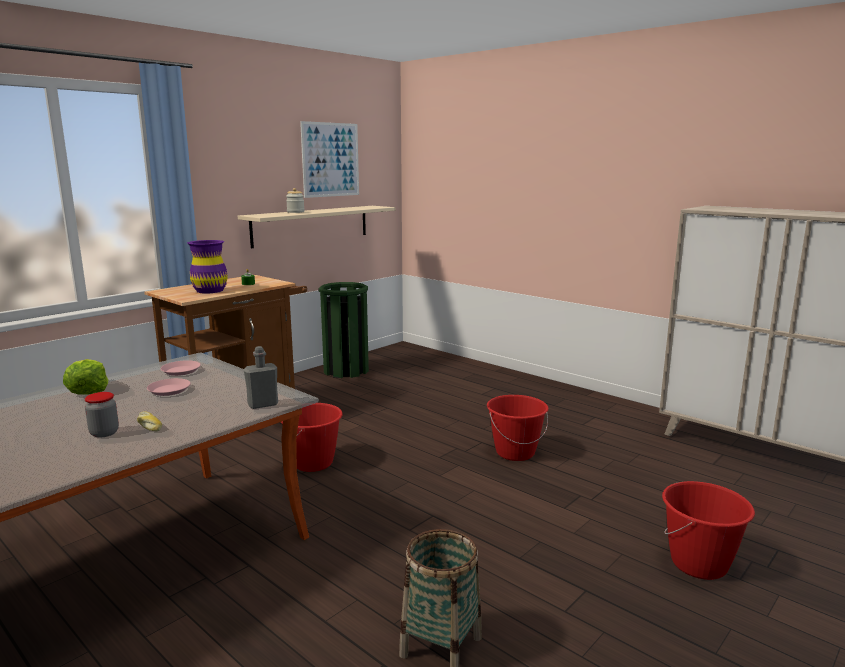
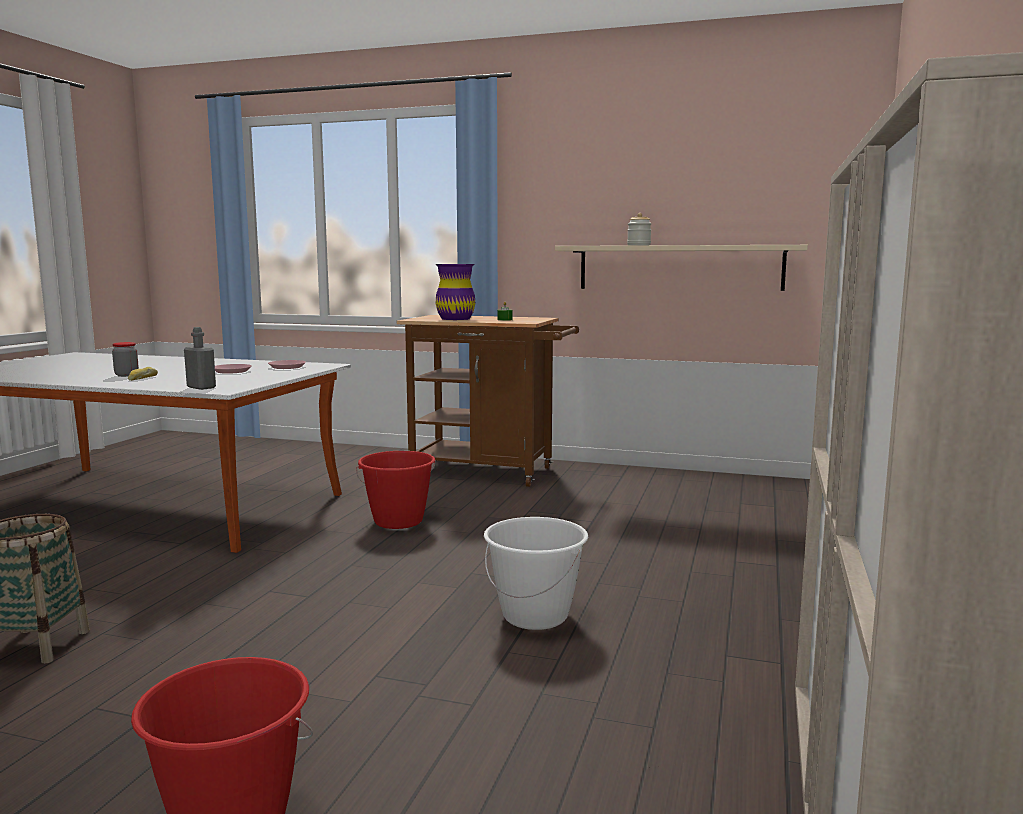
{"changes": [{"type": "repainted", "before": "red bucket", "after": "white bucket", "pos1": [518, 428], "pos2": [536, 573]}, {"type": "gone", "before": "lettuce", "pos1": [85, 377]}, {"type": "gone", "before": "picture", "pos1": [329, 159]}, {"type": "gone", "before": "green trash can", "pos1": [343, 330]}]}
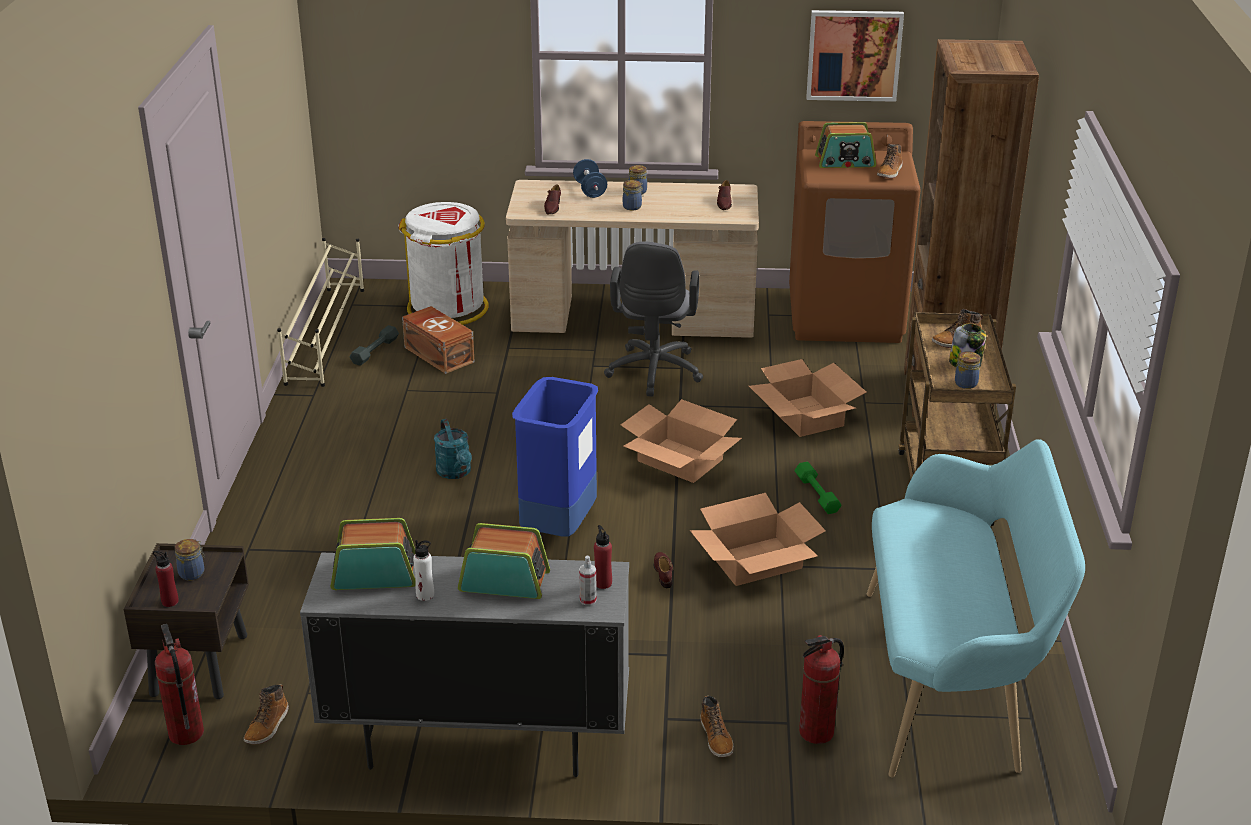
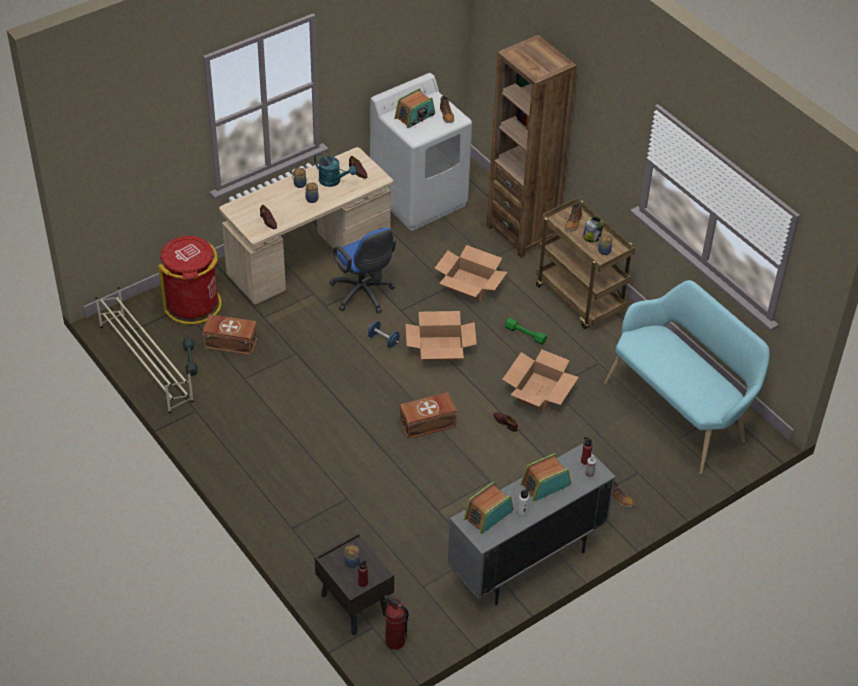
{"changes": [{"type": "repainted", "before": "white trash can", "after": "red trash can", "pos1": [443, 263], "pos2": [190, 280]}, {"type": "shifted", "before": "turquoise watering can", "pos1": [453, 449], "pos2": [335, 170]}, {"type": "repainted", "before": "grey office chair", "after": "blue office chair", "pos1": [653, 319], "pos2": [363, 270]}, {"type": "shifted", "before": "blue dumbbell", "pos1": [590, 178], "pos2": [384, 334]}, {"type": "repainted", "before": "brown washing machine", "after": "white washing machine", "pos1": [855, 232], "pos2": [421, 152]}, {"type": "swapped", "before": "blue trash can", "after": "brown storage box", "pos1": [555, 457], "pos2": [428, 415]}, {"type": "gone", "before": "boot", "pos1": [266, 714]}, {"type": "gone", "before": "fire extinguisher", "pos1": [821, 689]}, {"type": "gone", "before": "picture", "pos1": [855, 56]}]}
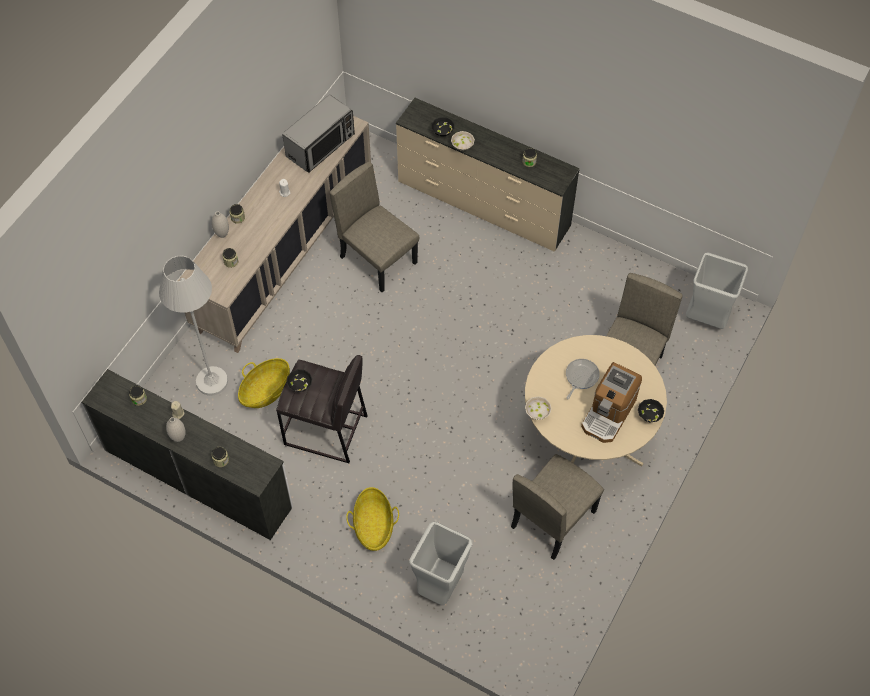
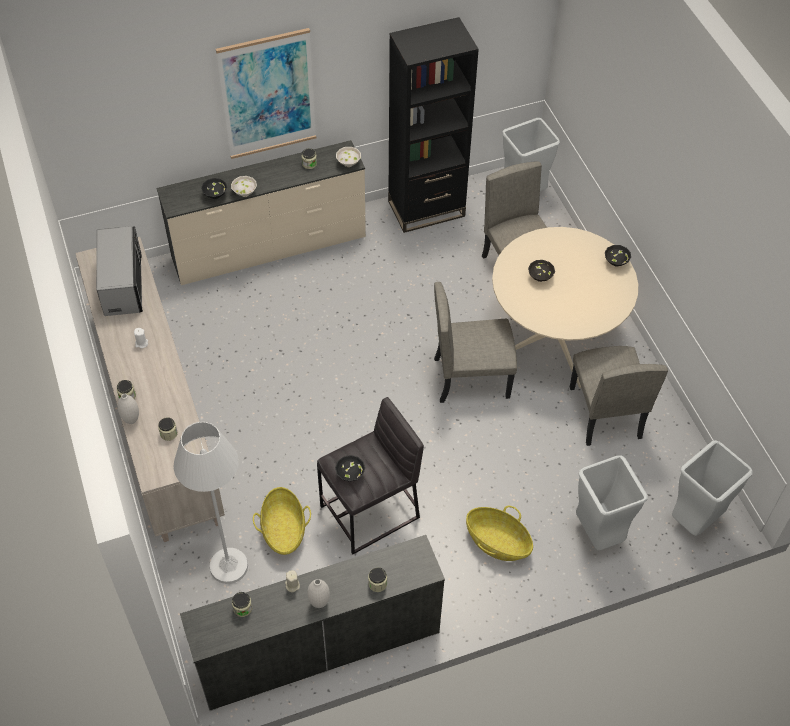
{"changes": [{"type": "new", "after": "picture", "pos2": [266, 93]}, {"type": "shifted", "before": "white bowl", "pos1": [538, 408], "pos2": [348, 157]}, {"type": "new", "after": "black bookcase", "pos2": [433, 125]}, {"type": "shifted", "before": "beige chair", "pos1": [374, 227], "pos2": [475, 342]}, {"type": "swapped", "before": "frying pan", "after": "black bowl", "pos1": [583, 379], "pos2": [541, 271]}, {"type": "new", "after": "grey trash can", "pos2": [712, 488]}, {"type": "gone", "before": "coffee machine", "pos1": [611, 402]}]}
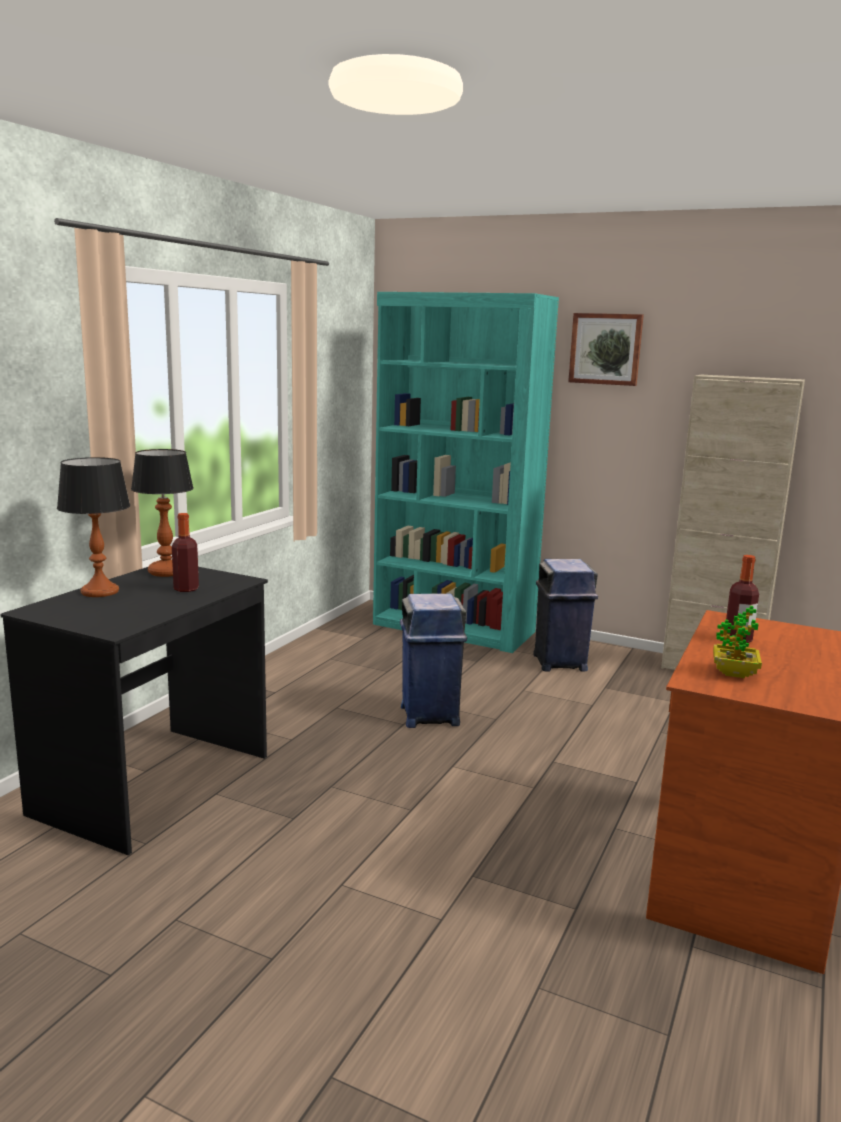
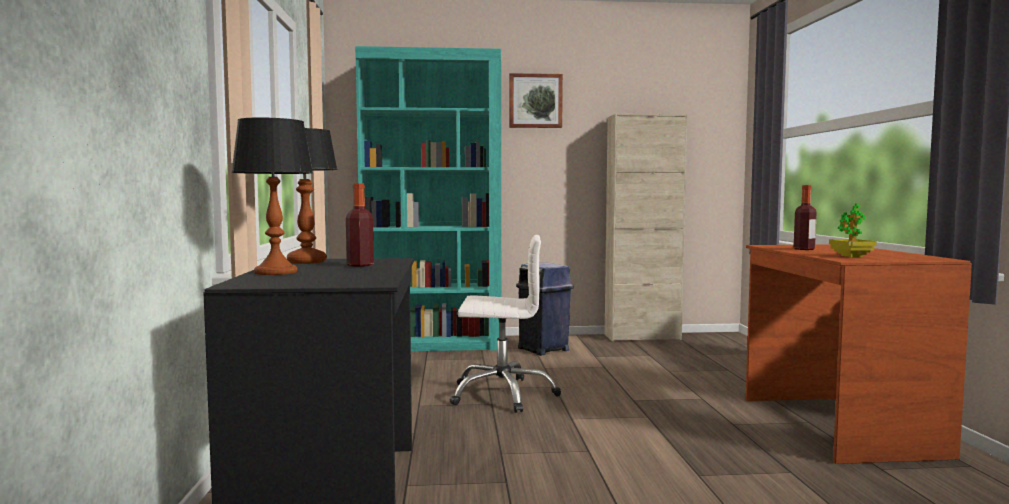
{"changes": [{"type": "swapped", "before": "blue trash can", "after": "white office chair", "pos1": [433, 661], "pos2": [505, 324]}]}
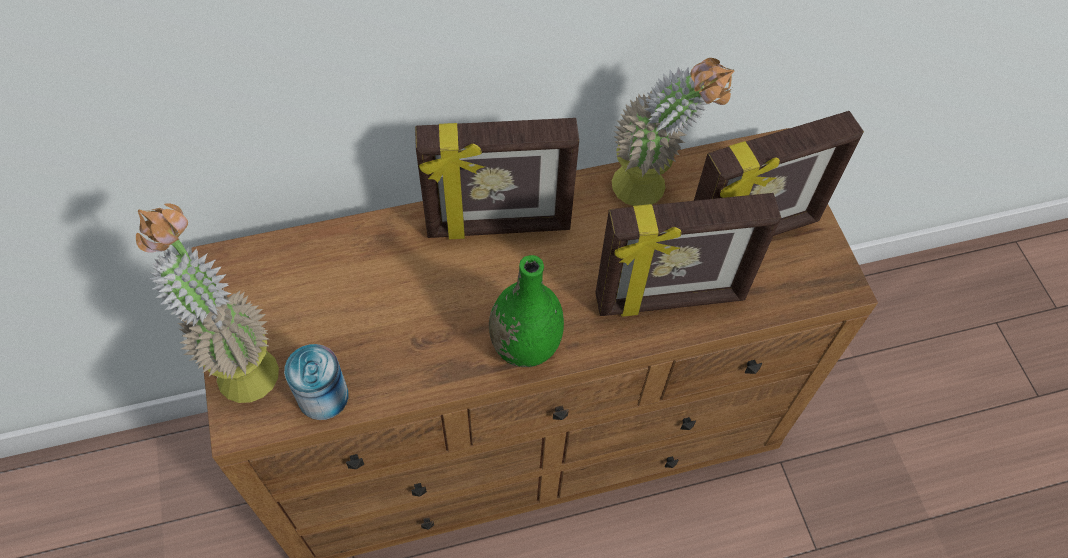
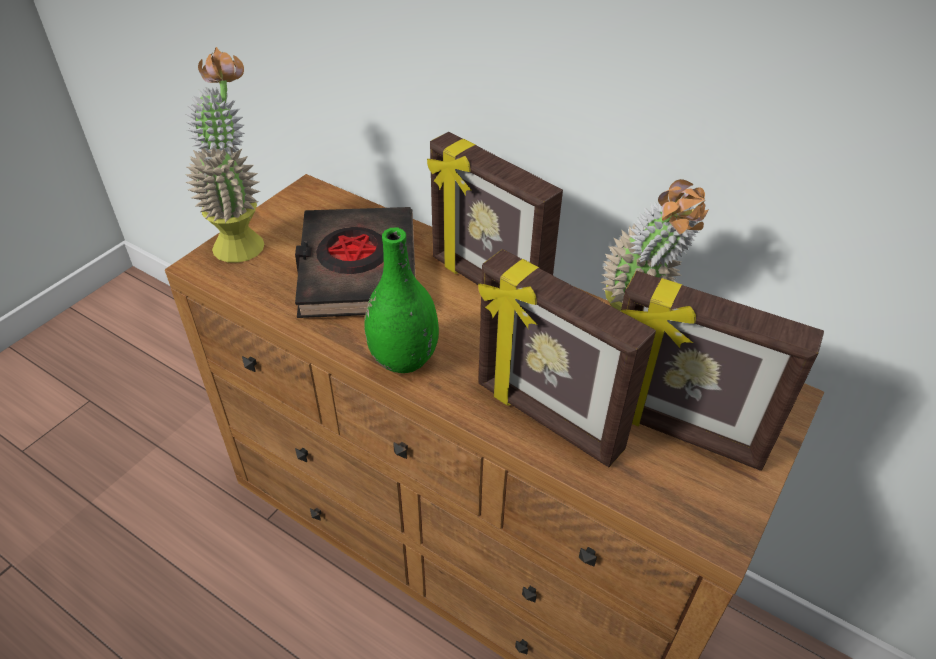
{"changes": [{"type": "new", "after": "black book", "pos2": [355, 262]}, {"type": "gone", "before": "can", "pos1": [316, 382]}]}
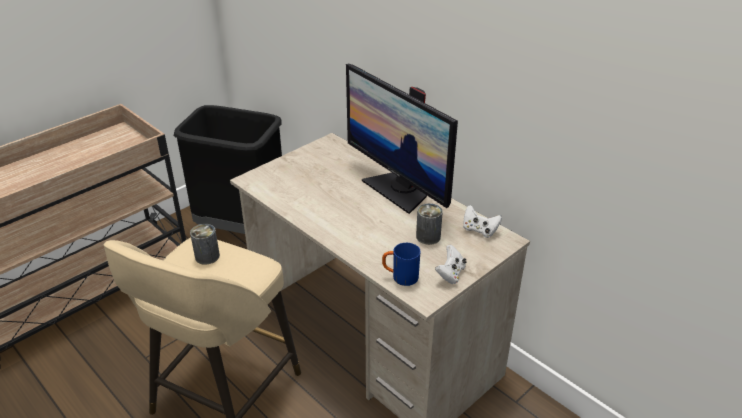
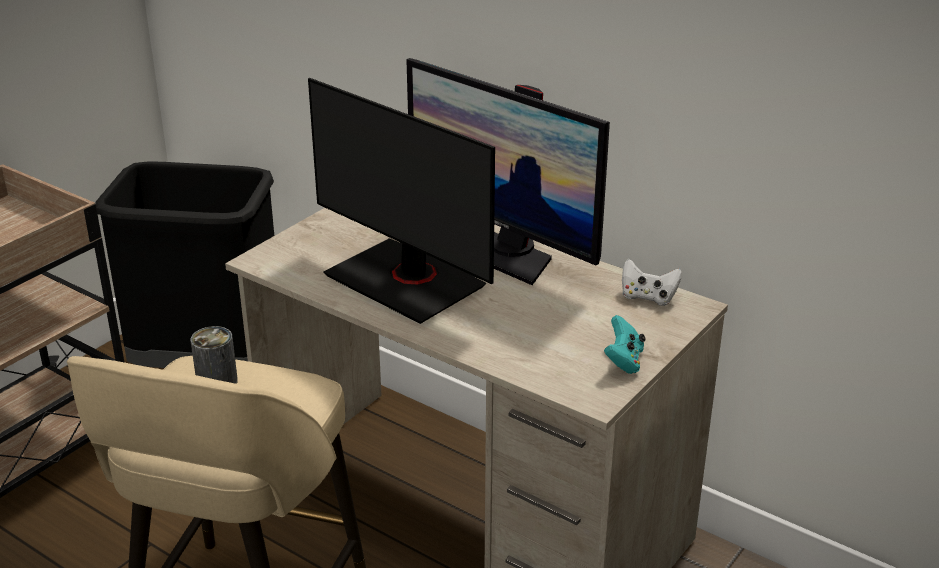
{"changes": [{"type": "new", "after": "monitor", "pos2": [401, 201]}, {"type": "repainted", "before": "white game controller", "after": "turquoise game controller", "pos1": [451, 264], "pos2": [625, 344]}, {"type": "gone", "before": "blue mug", "pos1": [401, 264]}, {"type": "gone", "before": "can", "pos1": [429, 224]}]}
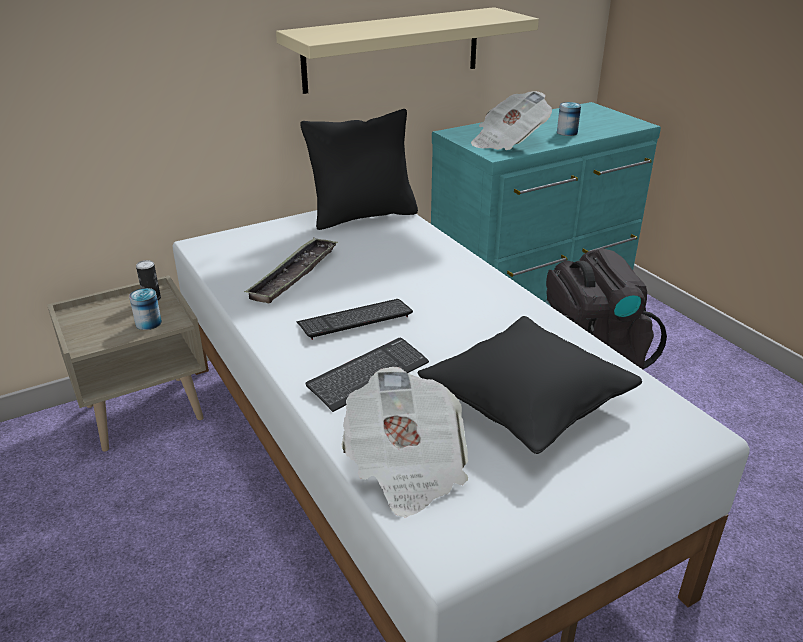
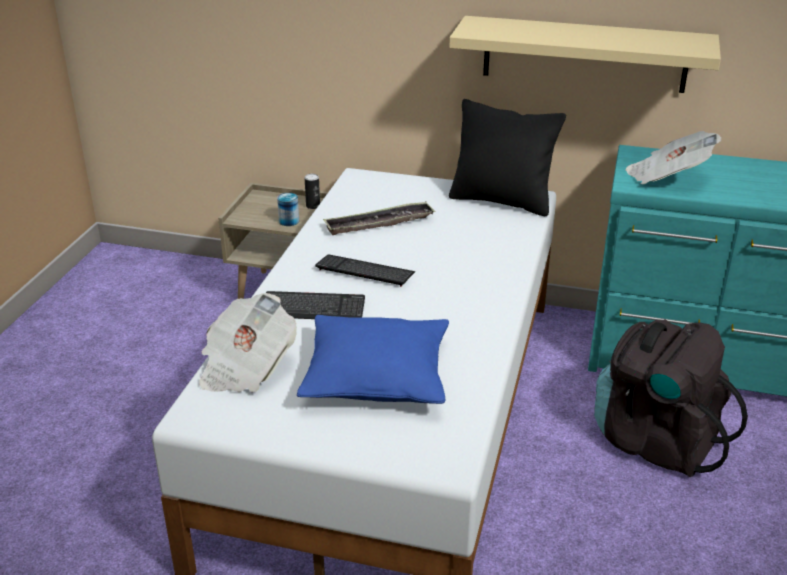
{"changes": [{"type": "repainted", "before": "black pillow", "after": "blue pillow", "pos1": [529, 385], "pos2": [373, 359]}, {"type": "gone", "before": "can", "pos1": [569, 119]}]}
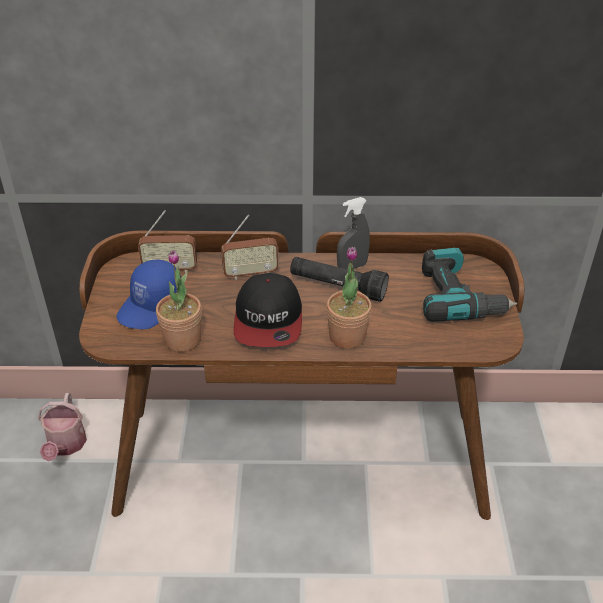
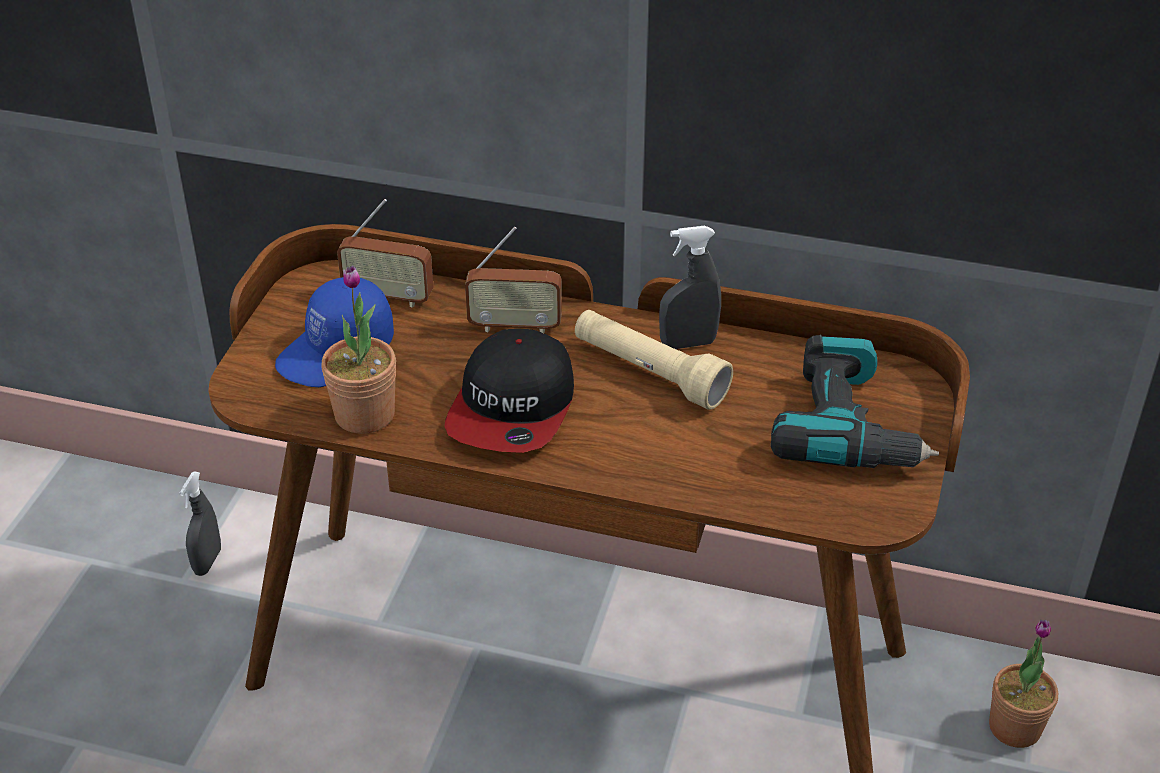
{"changes": [{"type": "swapped", "before": "watering can", "after": "grey spray bottle", "pos1": [62, 427], "pos2": [200, 523]}, {"type": "repainted", "before": "black flashlight", "after": "beige flashlight", "pos1": [339, 279], "pos2": [654, 360]}, {"type": "shifted", "before": "potted plant", "pos1": [349, 298], "pos2": [1023, 684]}]}
